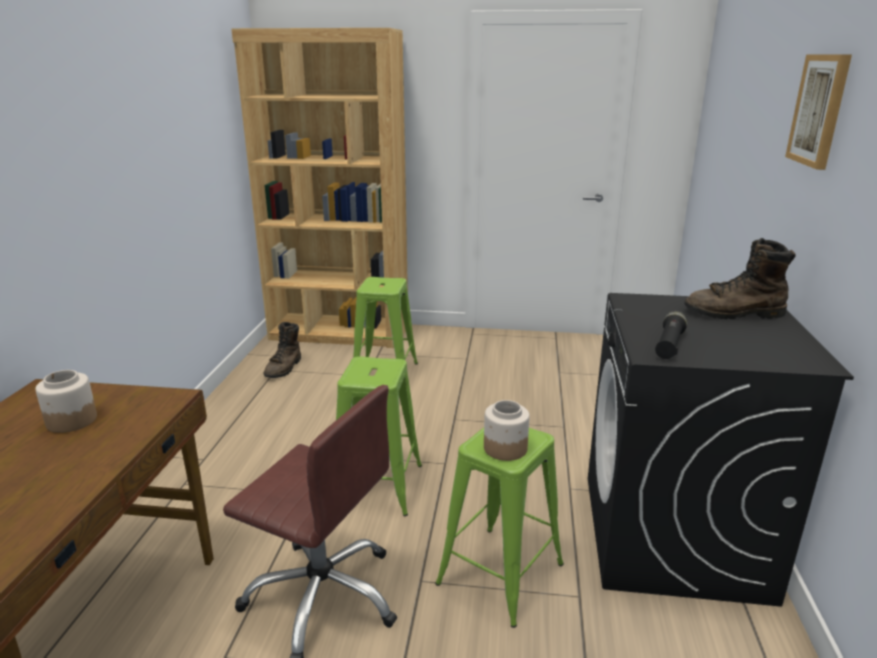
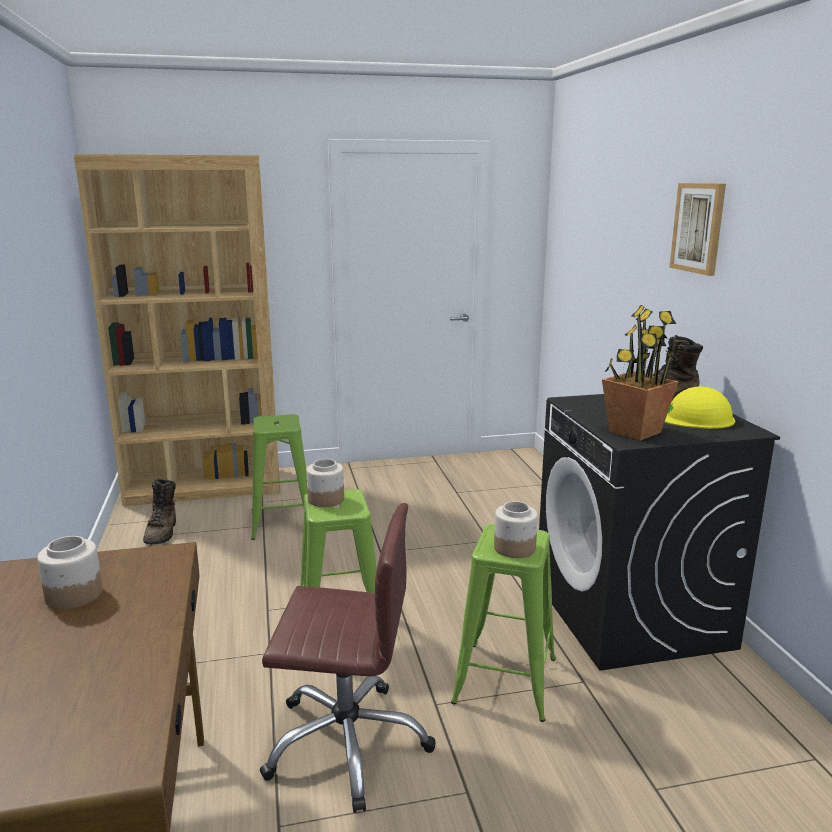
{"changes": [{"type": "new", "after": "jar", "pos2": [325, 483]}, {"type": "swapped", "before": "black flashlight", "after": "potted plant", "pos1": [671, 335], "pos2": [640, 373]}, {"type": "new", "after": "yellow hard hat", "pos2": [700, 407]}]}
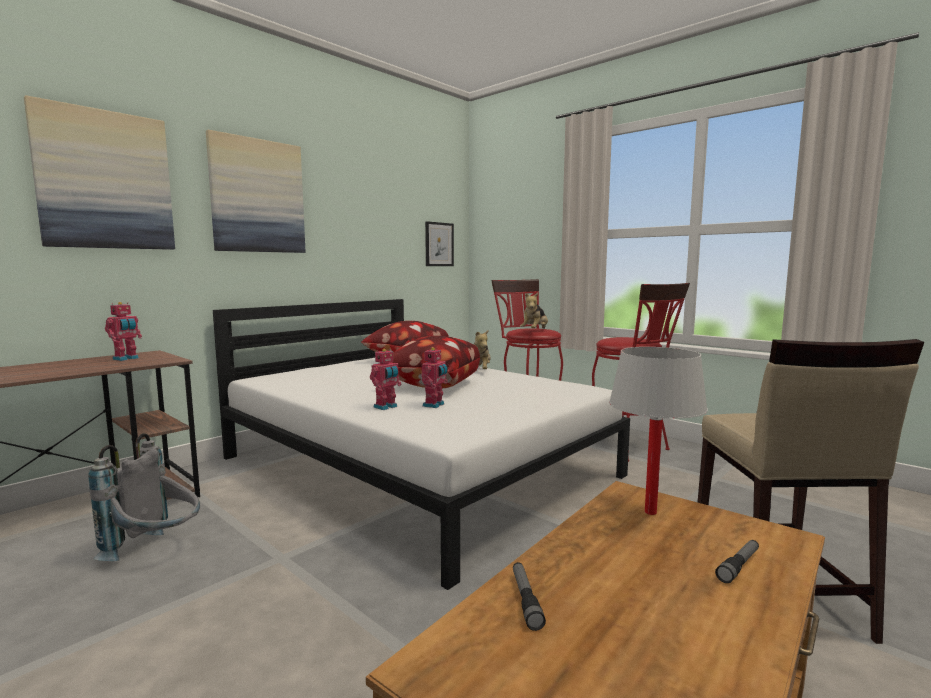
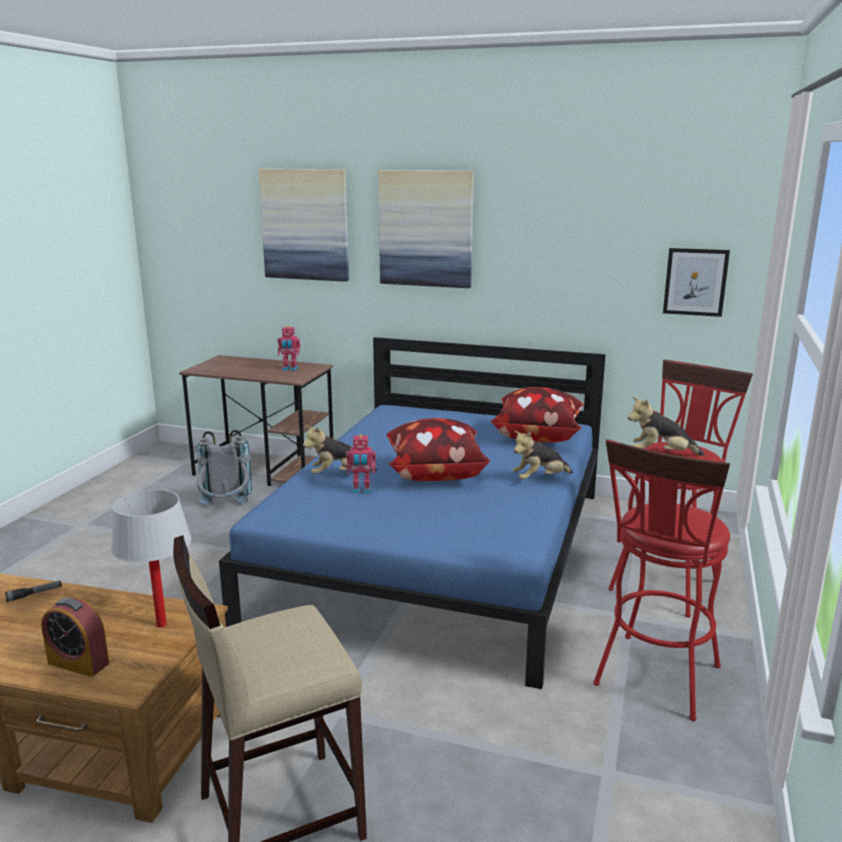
{"changes": [{"type": "swapped", "before": "flashlight", "after": "alarm clock", "pos1": [737, 561], "pos2": [75, 637]}, {"type": "repainted", "before": "white bed", "after": "blue bed", "pos1": [421, 444], "pos2": [412, 513]}, {"type": "swapped", "before": "toy robot", "after": "plush toy", "pos1": [385, 379], "pos2": [340, 449]}]}
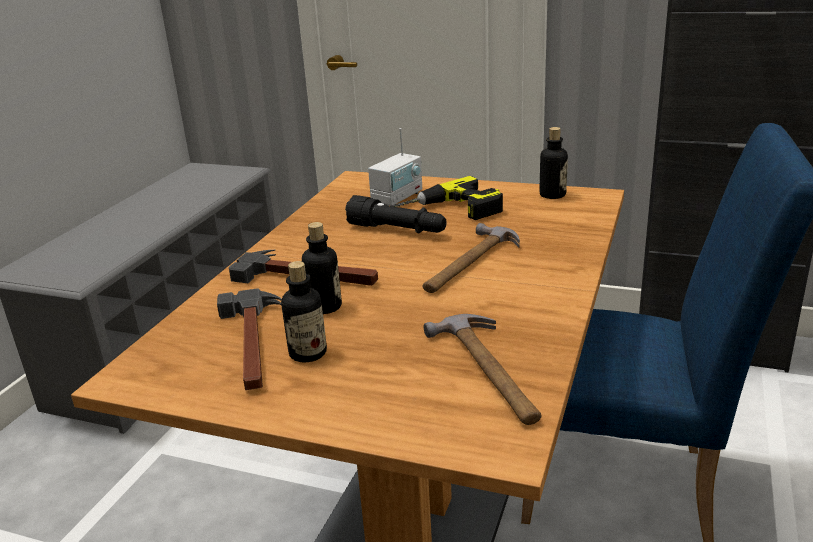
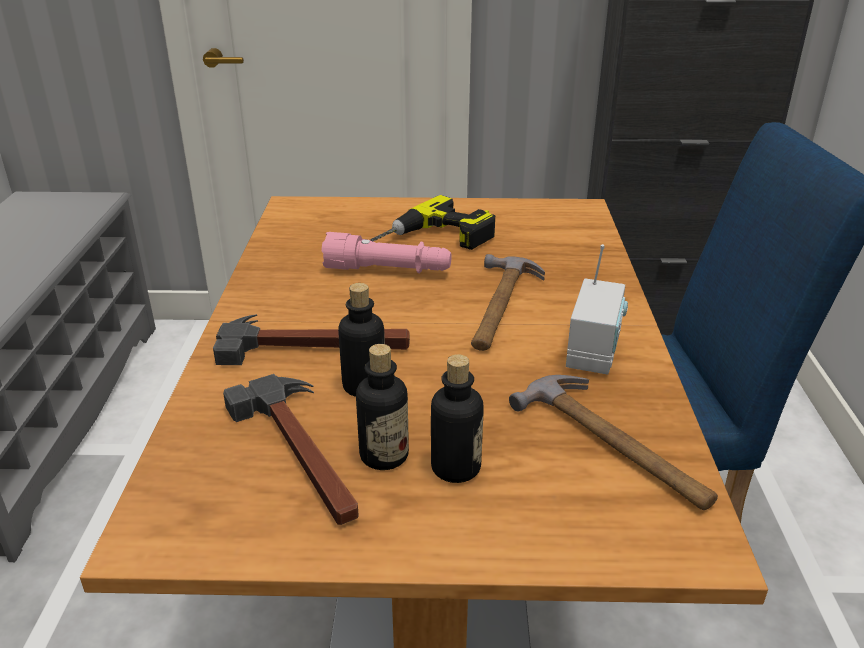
{"changes": [{"type": "repainted", "before": "black flashlight", "after": "pink flashlight", "pos1": [396, 214], "pos2": [386, 252]}, {"type": "shifted", "before": "bottle", "pos1": [553, 163], "pos2": [457, 418]}, {"type": "shifted", "before": "radio", "pos1": [395, 167], "pos2": [597, 309]}]}
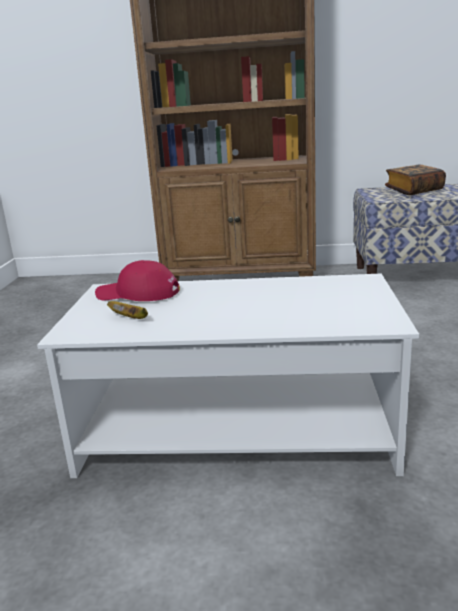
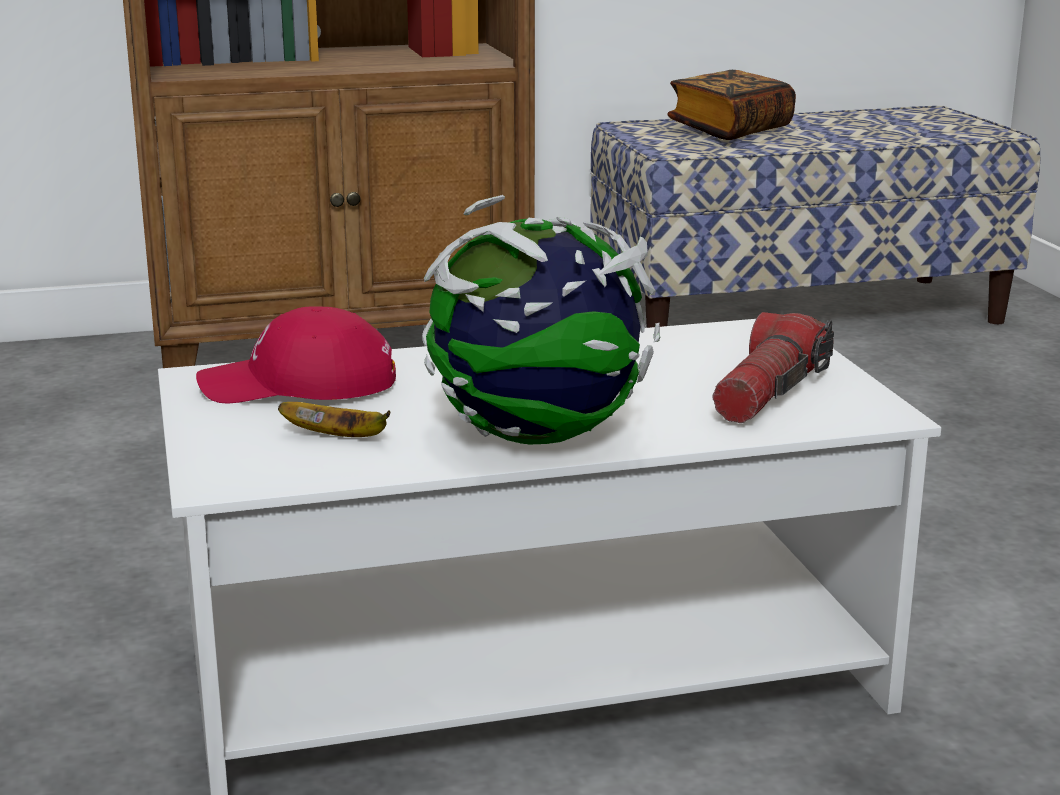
{"changes": [{"type": "new", "after": "globe", "pos2": [542, 319]}, {"type": "new", "after": "flashlight", "pos2": [773, 367]}]}
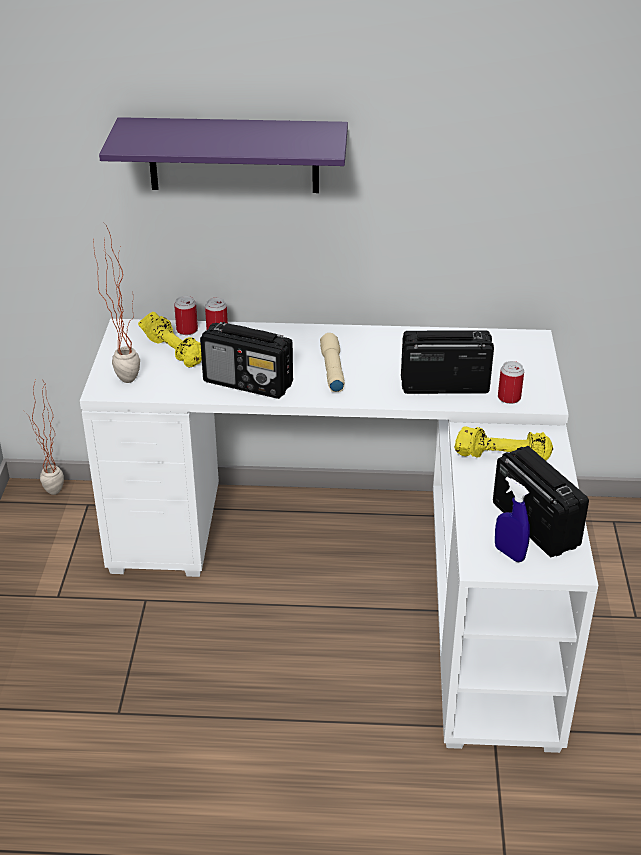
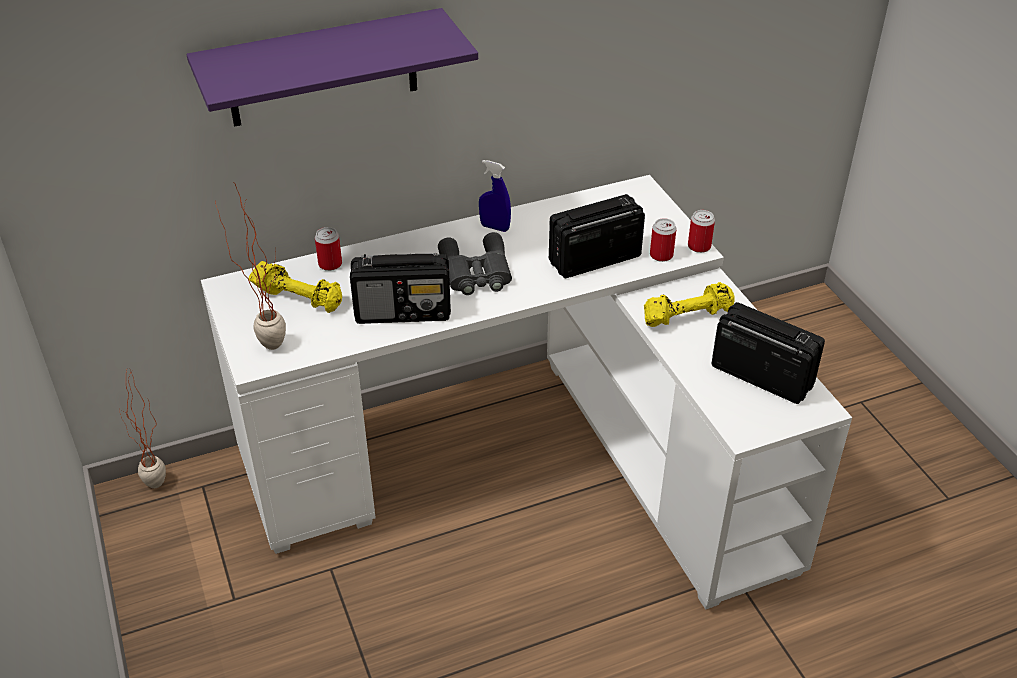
{"changes": [{"type": "swapped", "before": "beige flashlight", "after": "grey binoculars", "pos1": [332, 362], "pos2": [475, 263]}, {"type": "shifted", "before": "blue spray bottle", "pos1": [512, 519], "pos2": [495, 196]}, {"type": "shifted", "before": "can", "pos1": [186, 315], "pos2": [701, 231]}]}
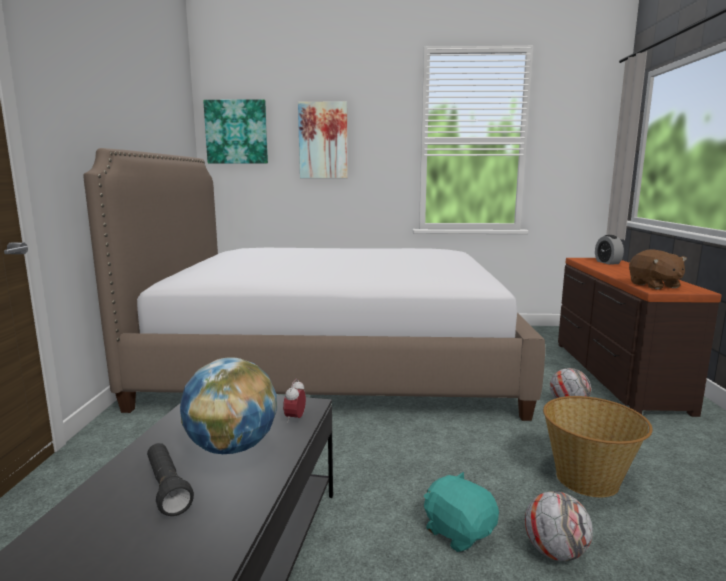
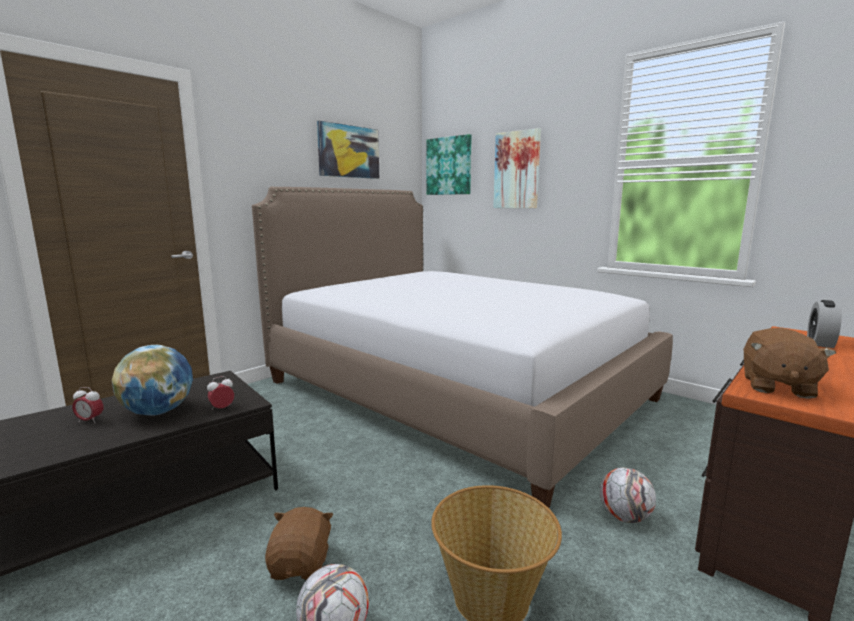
{"changes": [{"type": "swapped", "before": "black flashlight", "after": "alarm clock", "pos1": [170, 479], "pos2": [88, 405]}, {"type": "repainted", "before": "turquoise plush toy", "after": "brown plush toy", "pos1": [461, 512], "pos2": [299, 543]}, {"type": "new", "after": "picture", "pos2": [348, 150]}]}
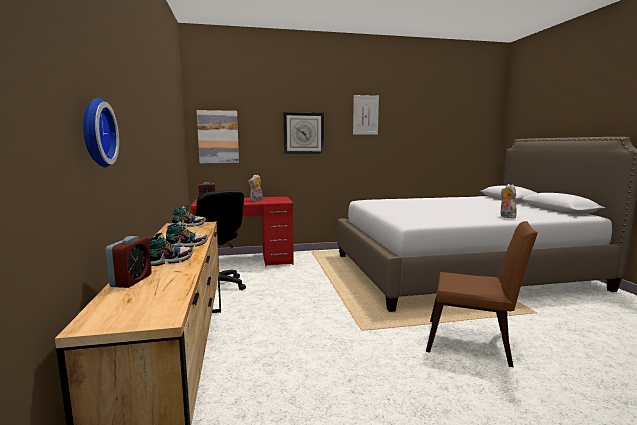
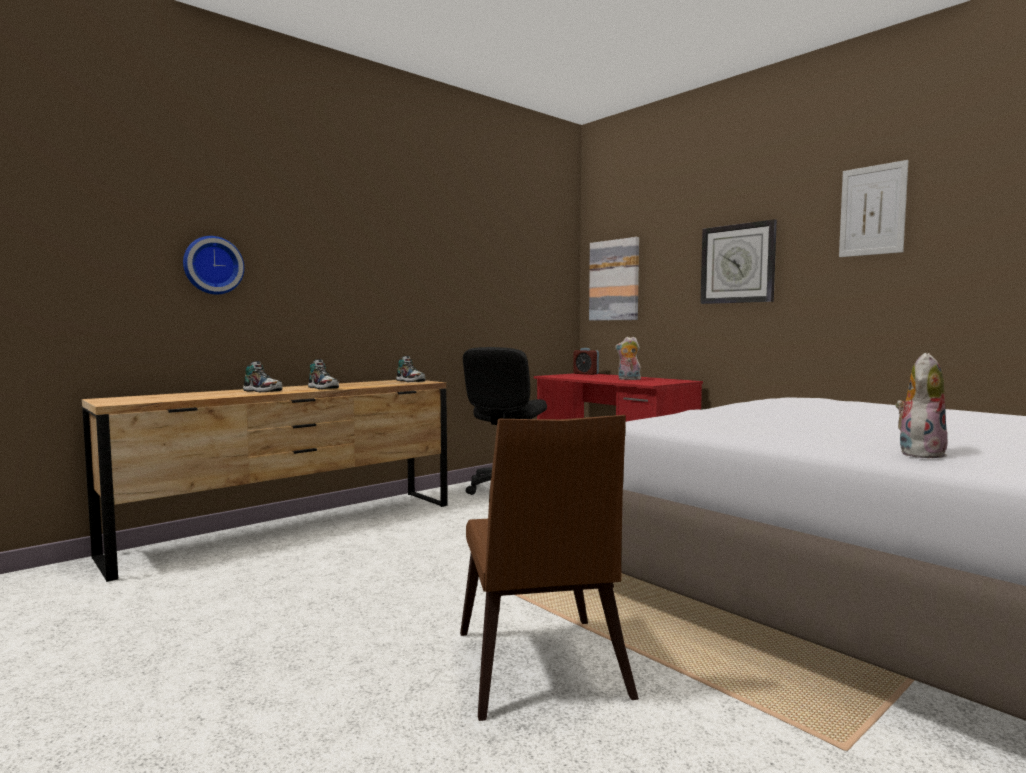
{"changes": [{"type": "gone", "before": "alarm clock", "pos1": [128, 262]}]}
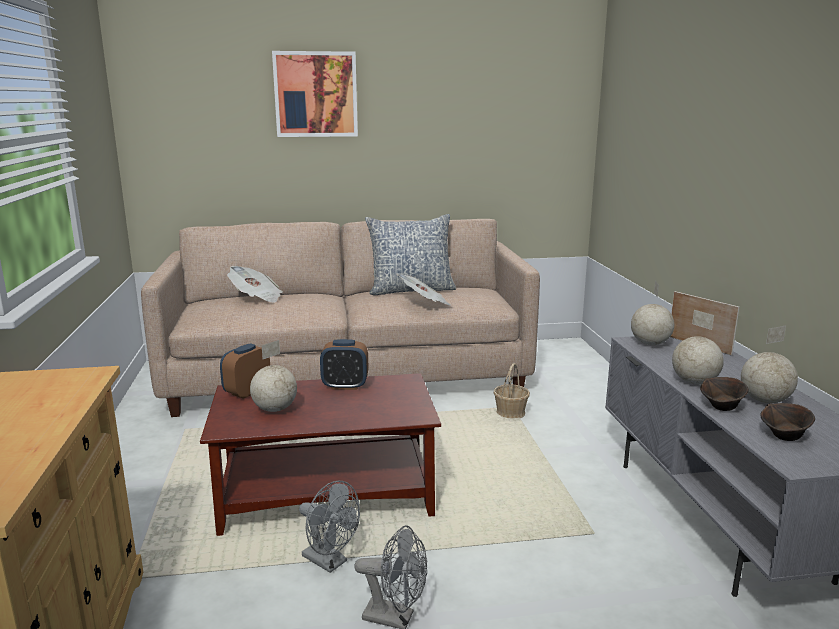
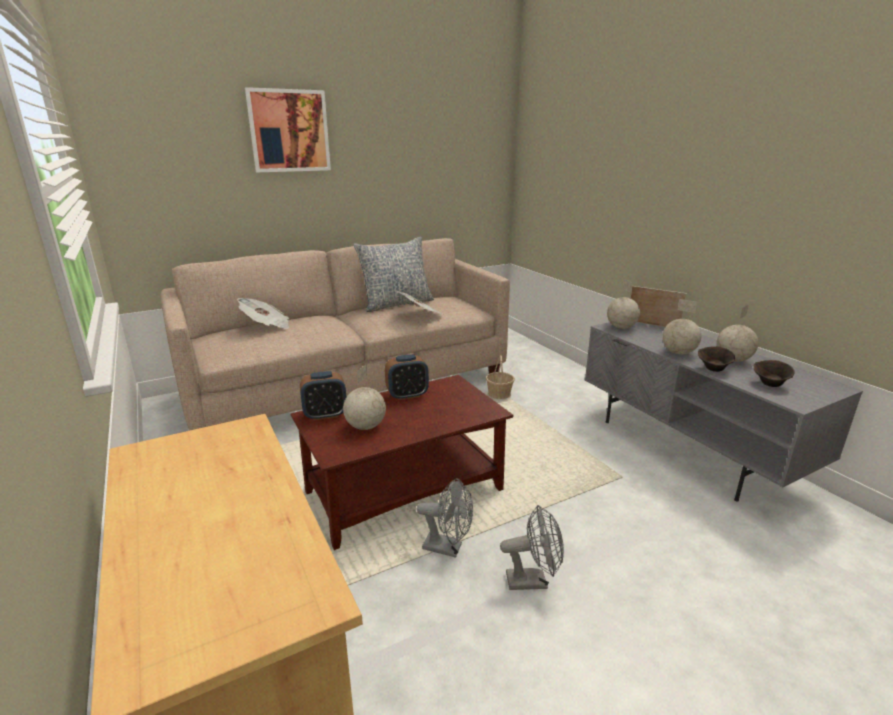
{"changes": [{"type": "rotated", "before": "alarm clock", "pos1": [245, 371], "pos2": [323, 396], "turn": -120}]}
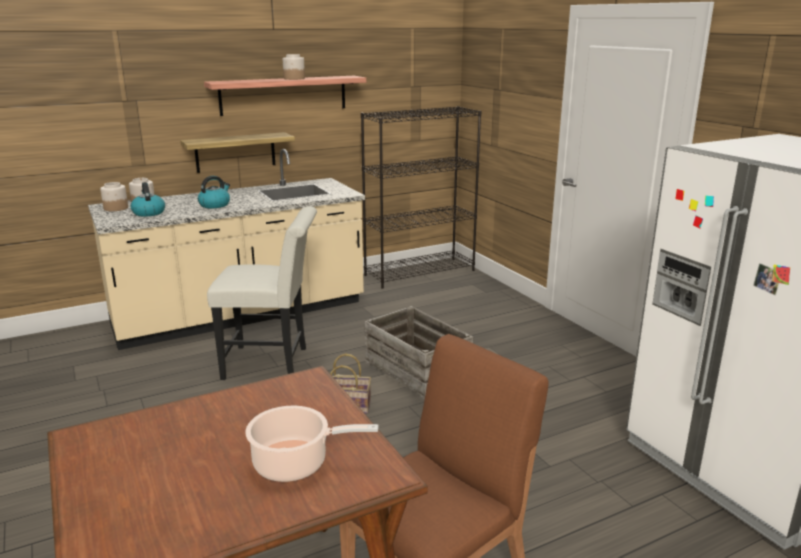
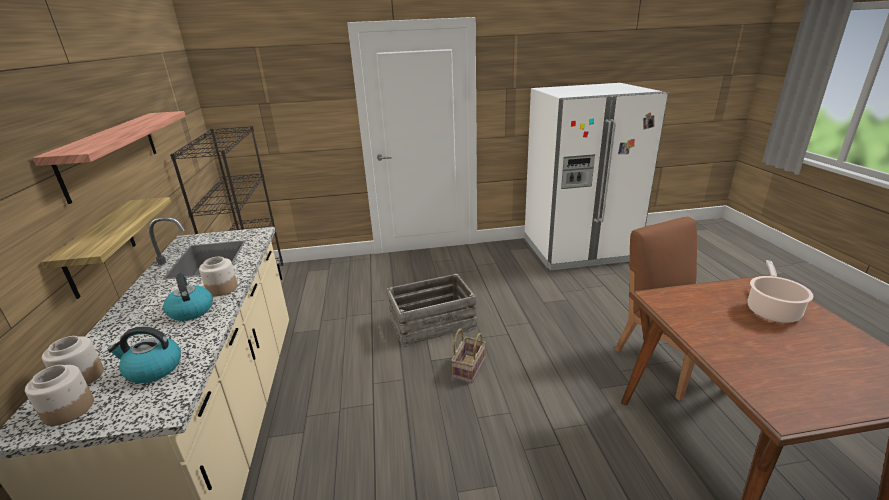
{"changes": [{"type": "shifted", "before": "jar", "pos1": [294, 67], "pos2": [218, 276]}, {"type": "gone", "before": "white chair", "pos1": [262, 293]}]}
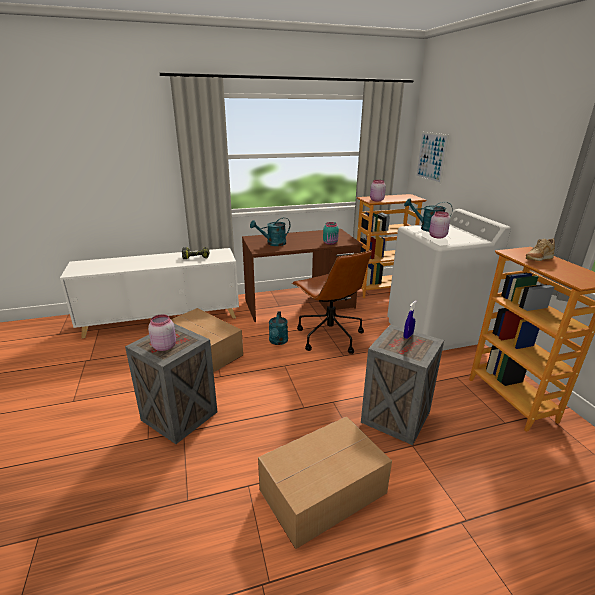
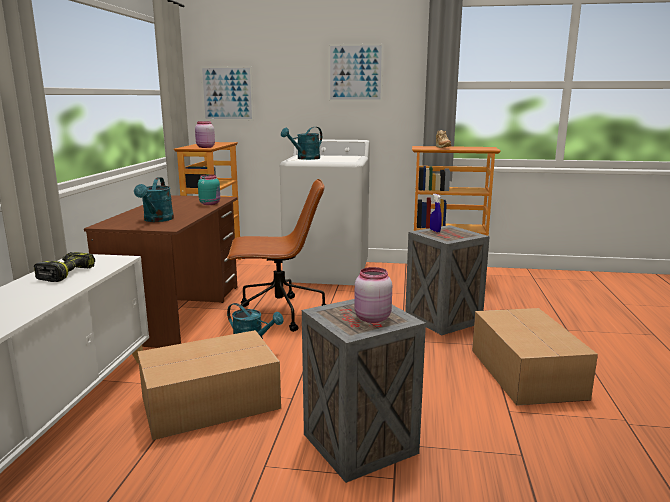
{"changes": [{"type": "new", "after": "picture", "pos2": [356, 72]}, {"type": "gone", "before": "pink jar", "pos1": [439, 225]}]}
